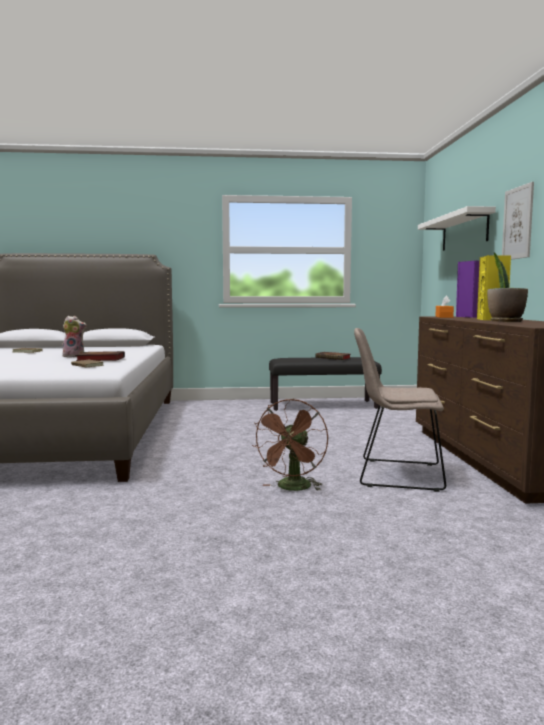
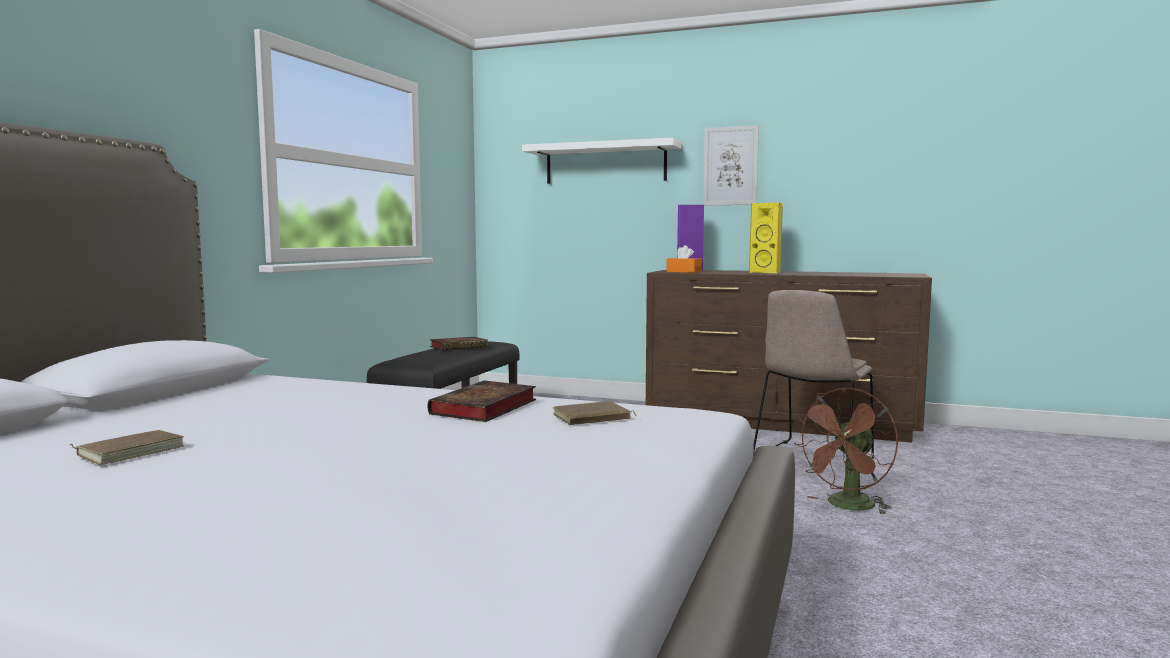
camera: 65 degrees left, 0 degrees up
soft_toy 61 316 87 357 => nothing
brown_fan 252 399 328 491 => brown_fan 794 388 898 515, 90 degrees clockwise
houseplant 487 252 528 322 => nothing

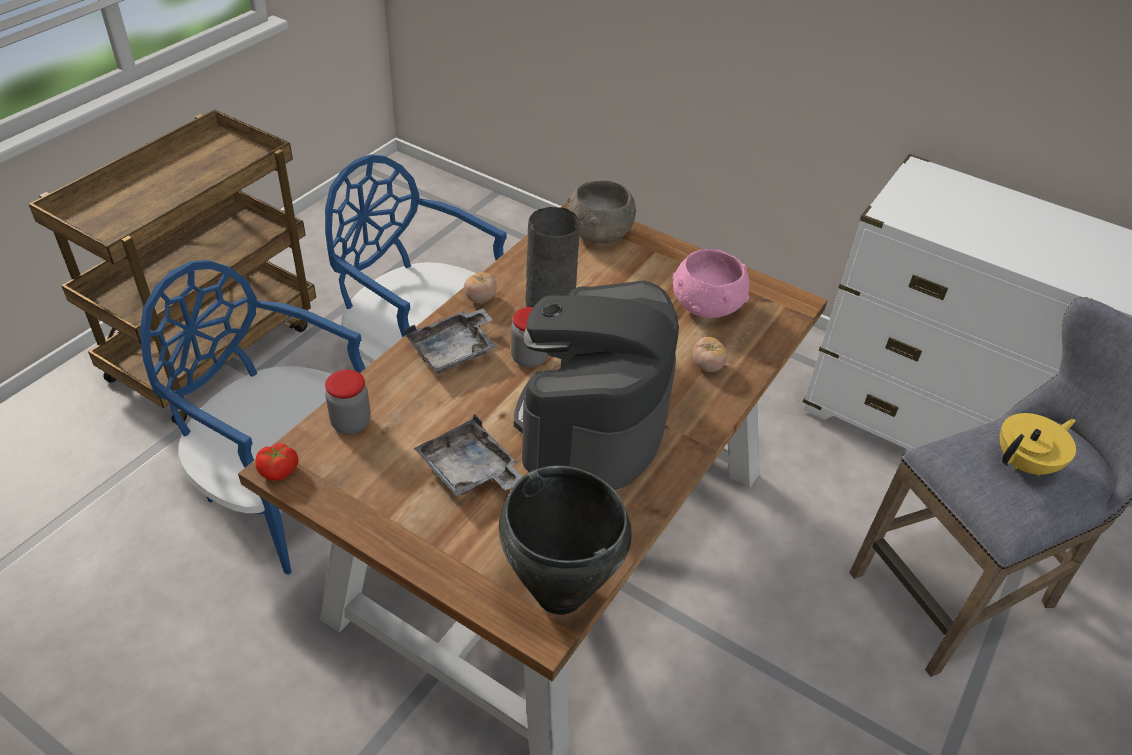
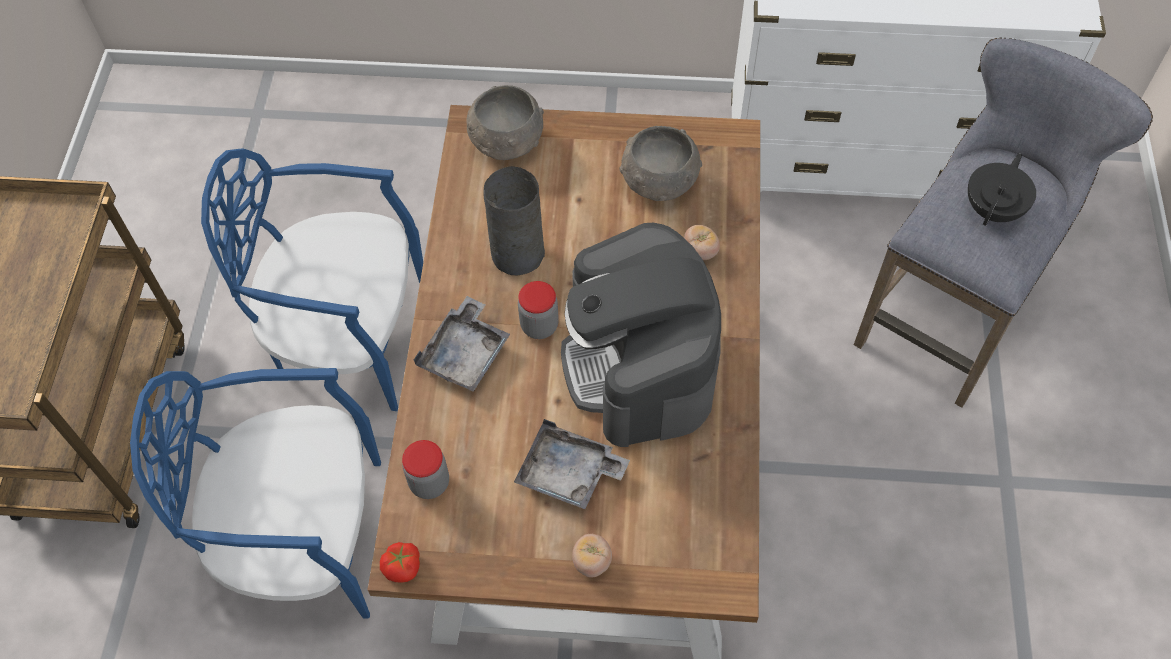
camera: 25 degrees left, 15 degrees up
whole_tomato 464 272 497 303 => whole_tomato 572 534 612 577, moved
black-coloured_stockpot 499 466 632 615 => nothing
pink_deep_dish 673 249 749 318 => greyish_deep_dish 619 126 702 201
yellow-coloured_tea_pot 1000 413 1076 476 => black-coloured_tea_pot 968 153 1036 226

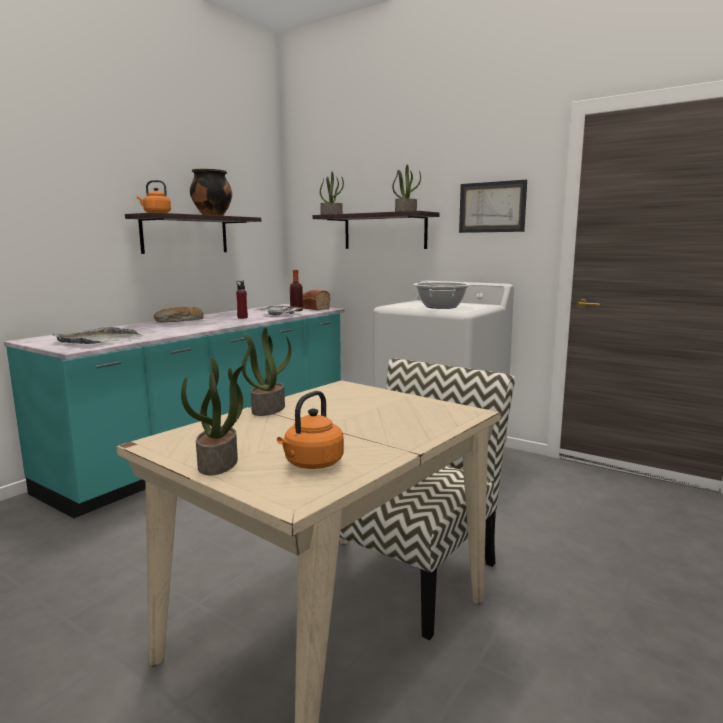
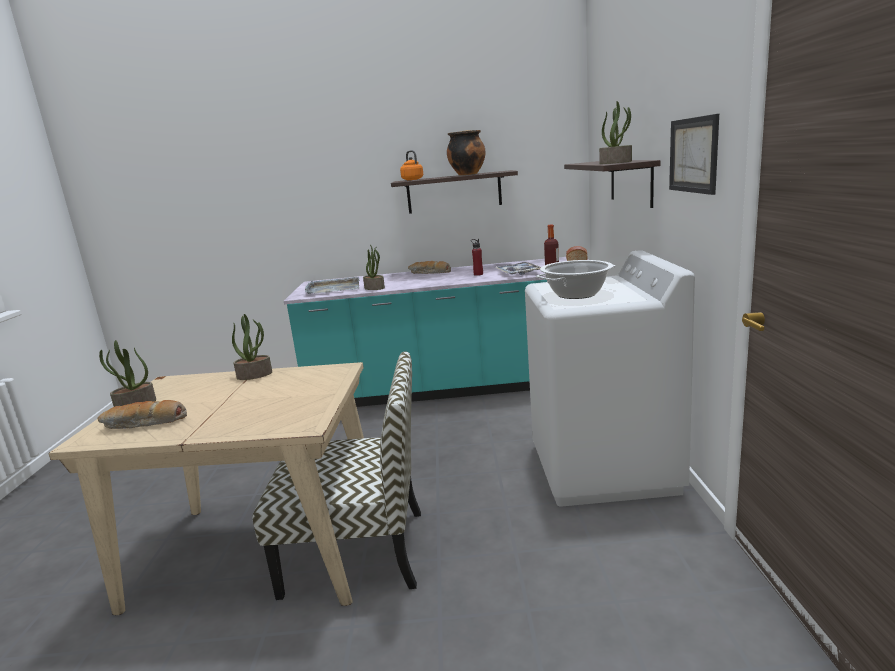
camera: 55 degrees right, 5 degrees up
orange-coloured_water_kettle 277 391 344 469 => bread 97 400 187 429
houseplant 320 172 344 215 => houseplant 363 244 385 290, moved

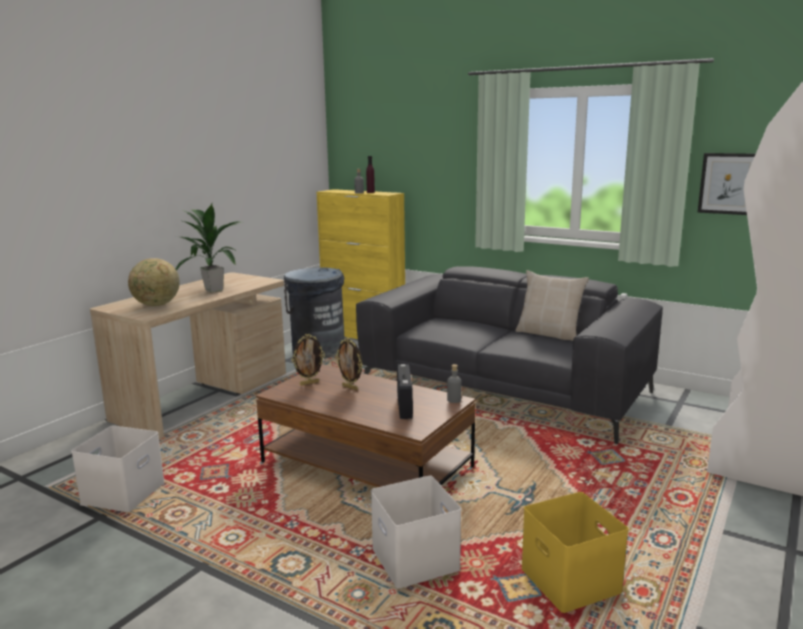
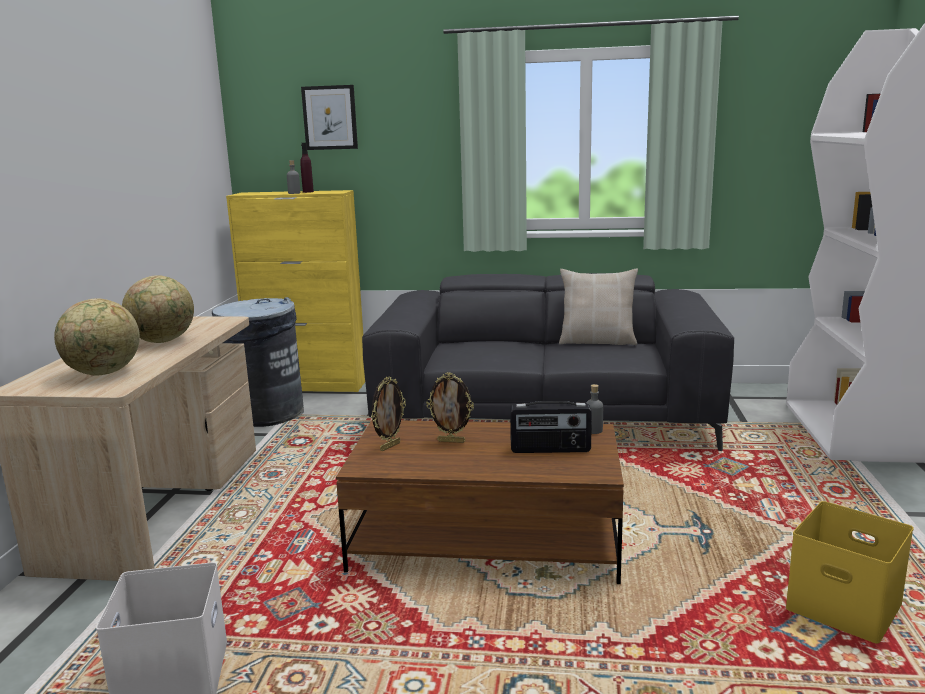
camera: 25 degrees left, 0 degrees up
houseplant 176 204 241 292 => globe 122 275 194 343
whitish_storage_bin 371 476 461 588 => nothing
radio 397 364 413 419 => radio 510 401 592 453, 120 degrees clockwise
picture 698 153 755 215 => picture 301 85 358 150, moved

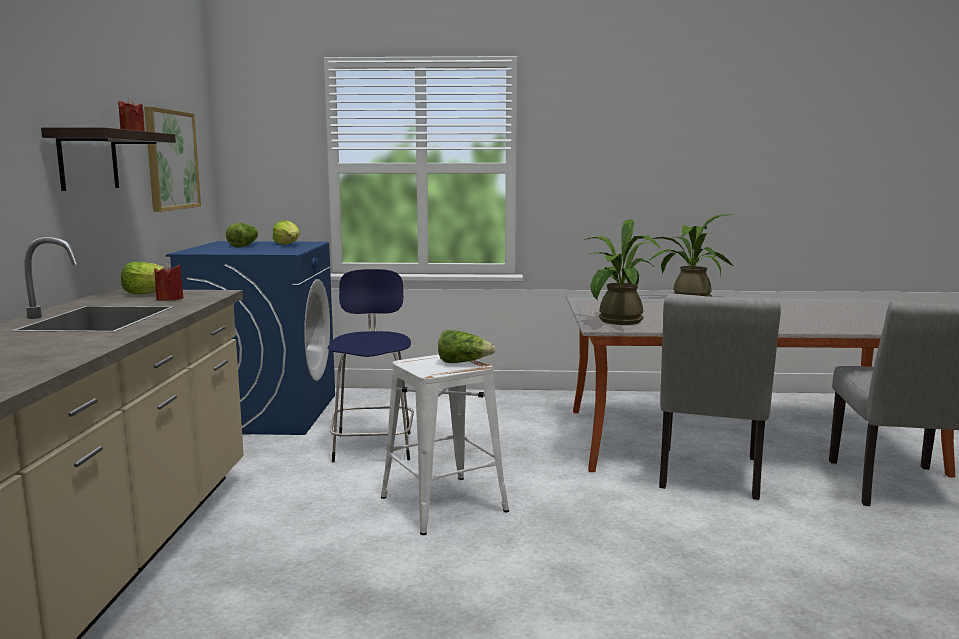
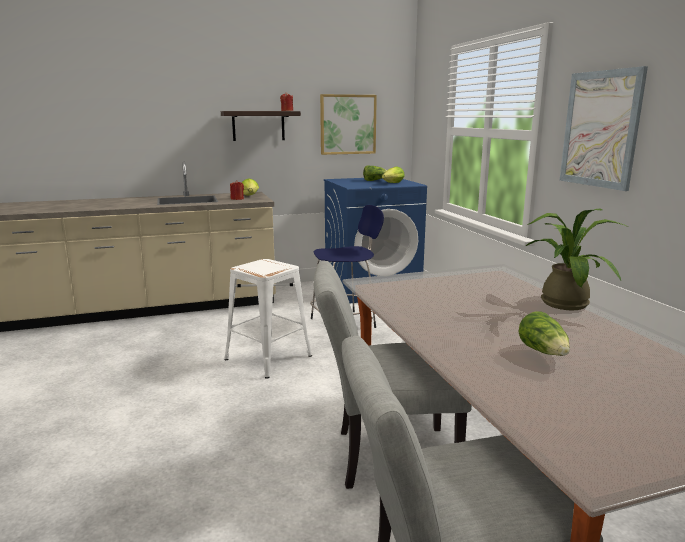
camera: 70 degrees right, 5 degrees up
head_of_lettuce 438 330 496 363 => head_of_lettuce 518 311 570 356, moved
houseplant 584 219 660 325 => nothing
nothing => picture 560 66 648 191

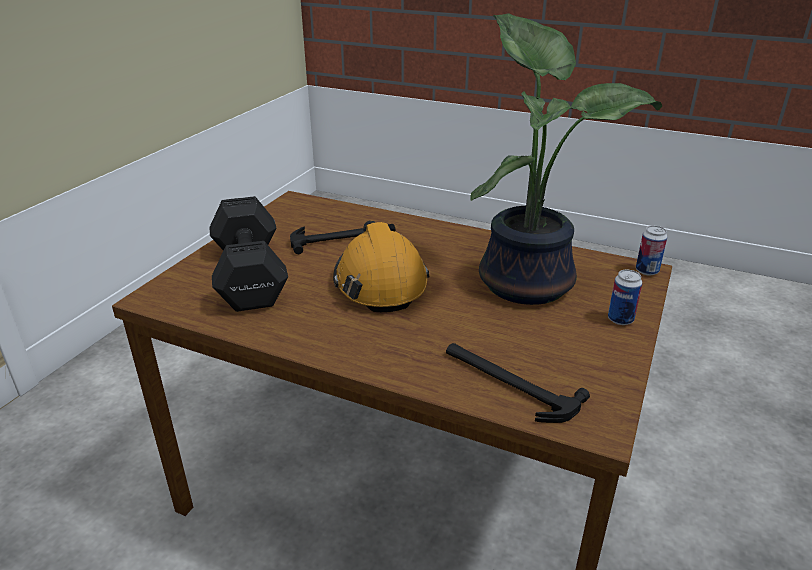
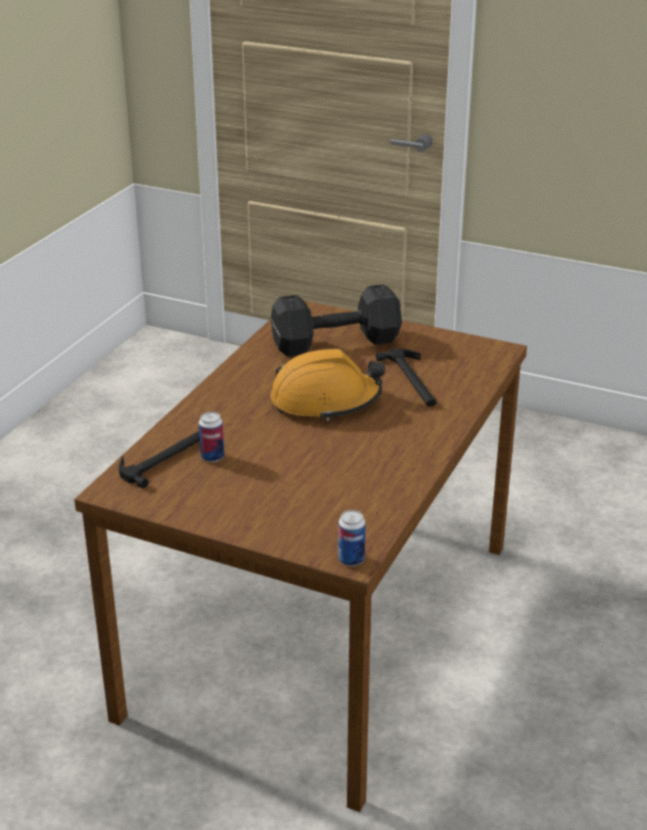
camera: 90 degrees right, 0 degrees up
houseplant 470 13 662 305 => nothing
can 608 270 642 325 => can 199 412 224 462, moved

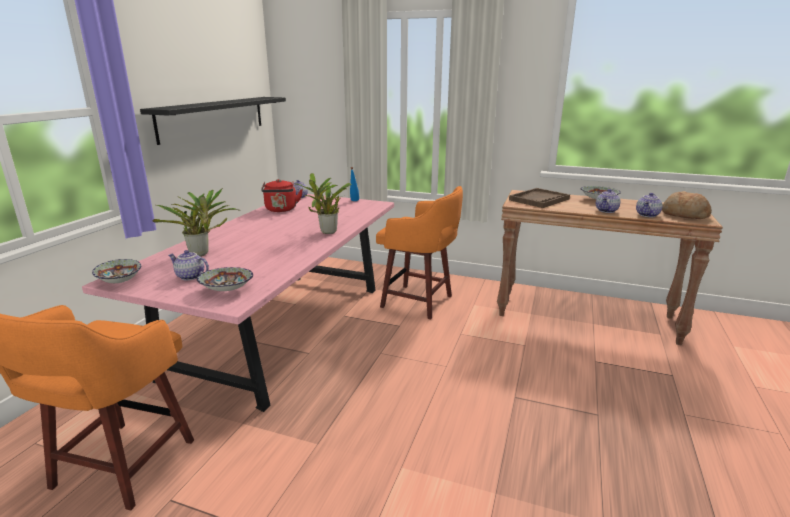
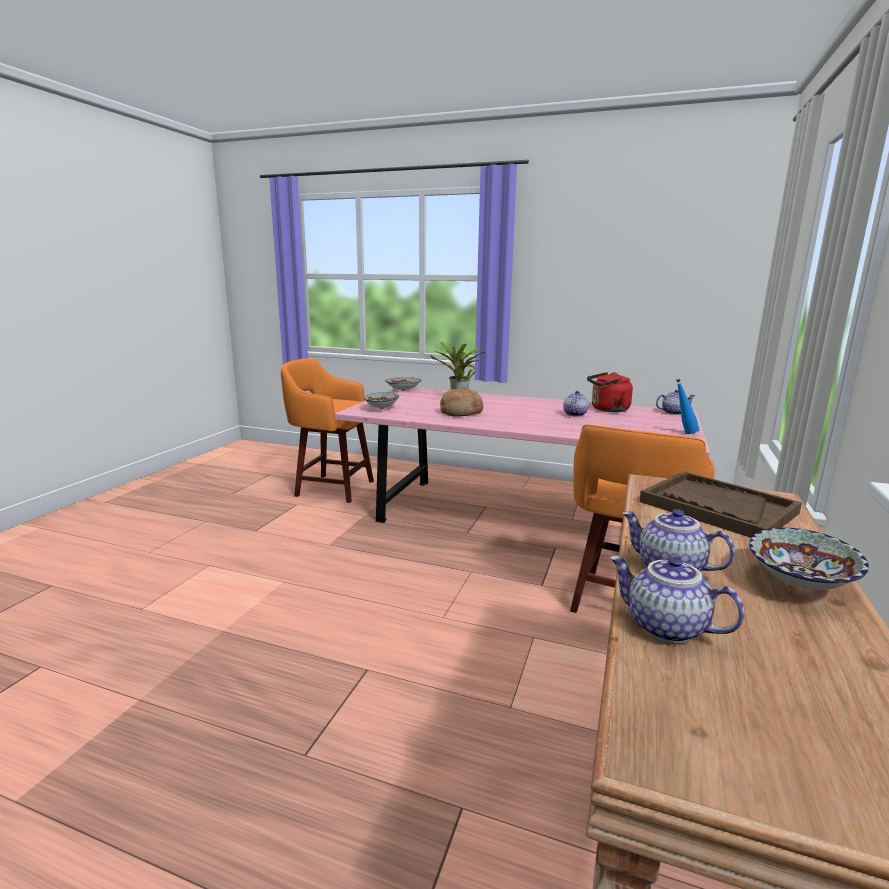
camera: 90 degrees right, 5 degrees down
black-coloured_wall_shelf 140 97 286 145 => nothing
tea_pot 169 250 209 280 => tea_pot 563 391 589 416, moved
houseplant 295 173 352 234 => nothing
bread 662 191 712 219 => bread 440 388 483 417, moved

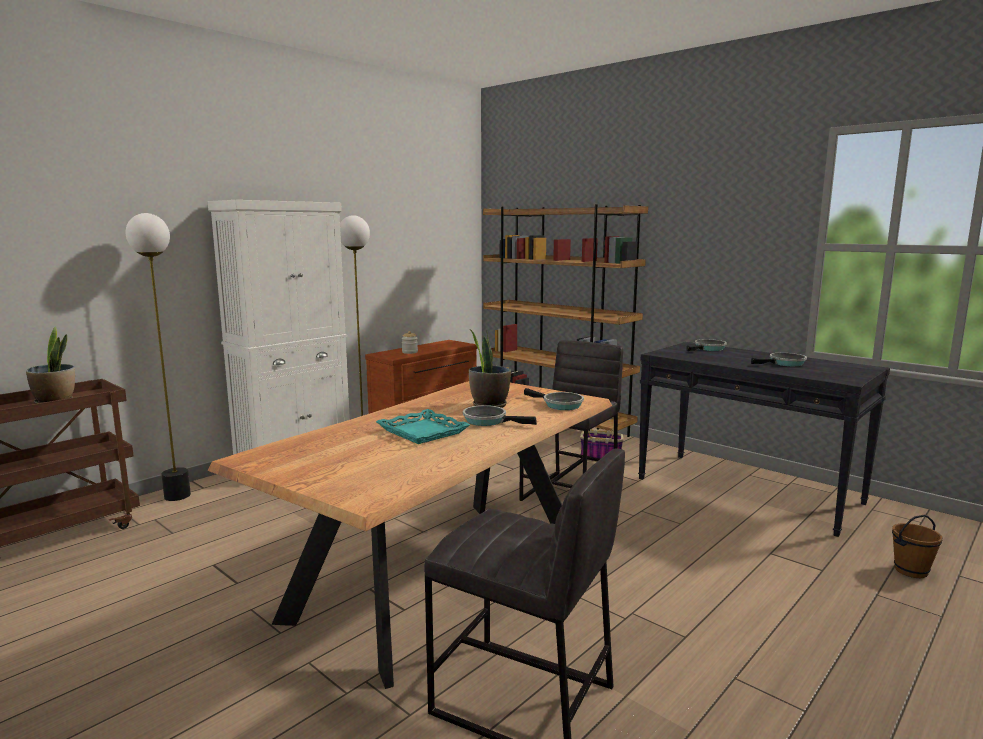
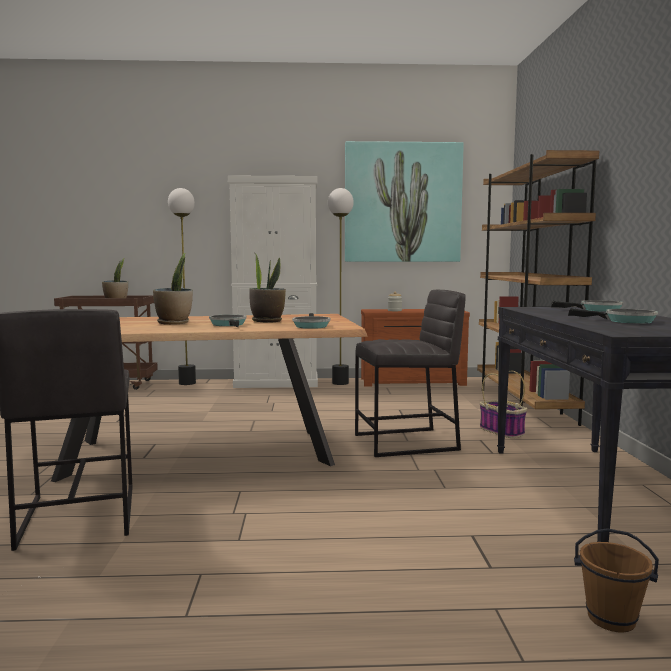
camera: 45 degrees right, 5 degrees down
blue-green_tray 376 409 471 444 => houseplant 153 253 193 325
nothing => picture 345 141 464 262

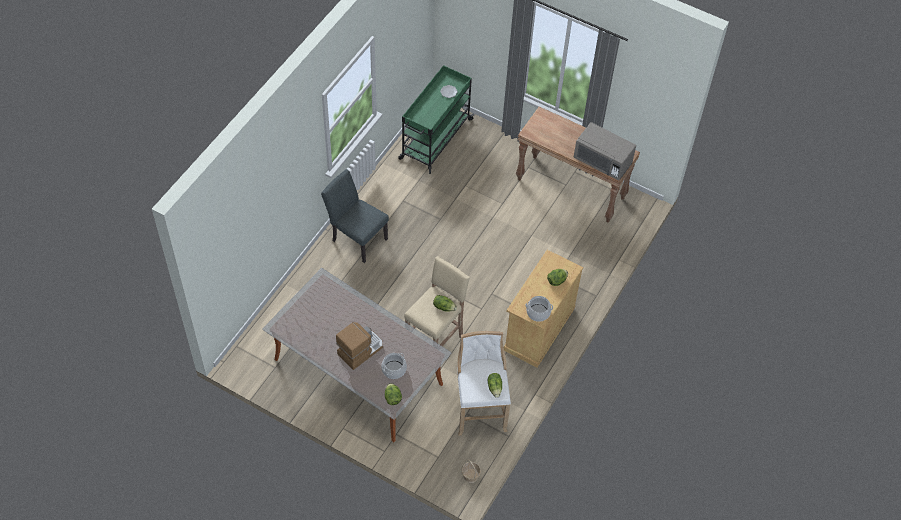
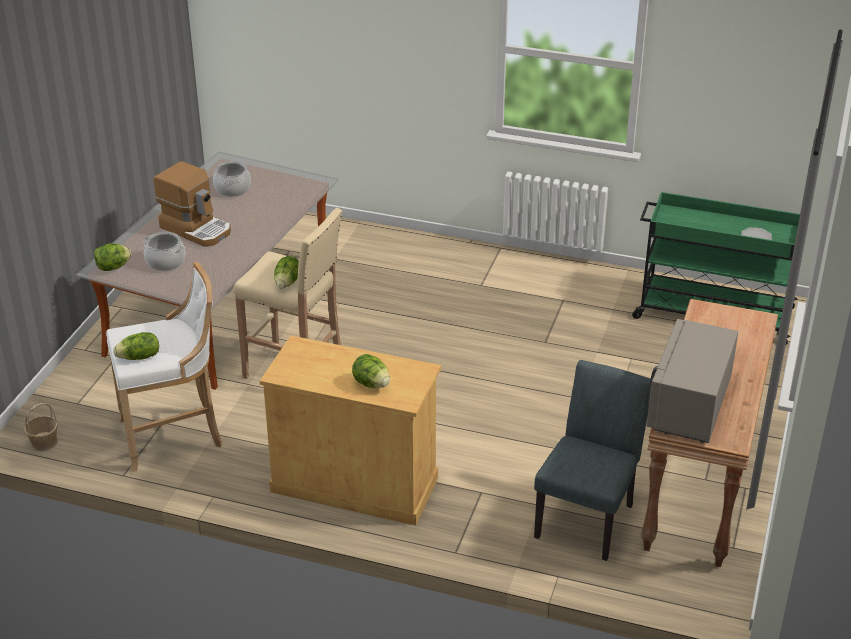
camera: 80 degrees right, 20 degrees down
greyish_chair 321 169 389 263 => greyish_chair 534 360 650 561, moved
stockpot 525 296 553 322 => stockpot 213 161 251 197, moved

